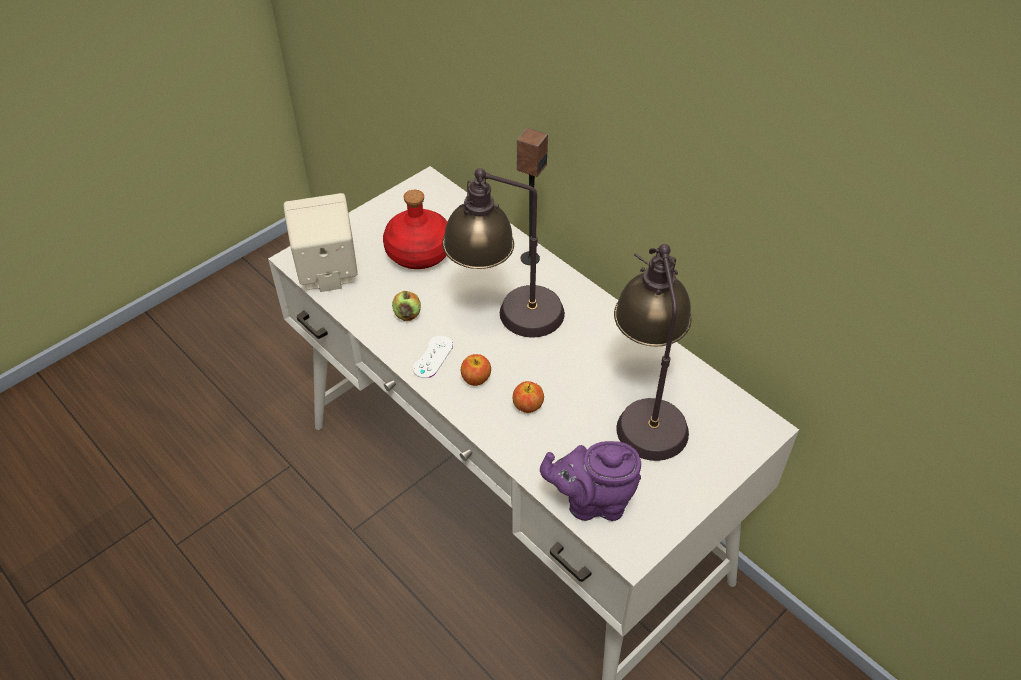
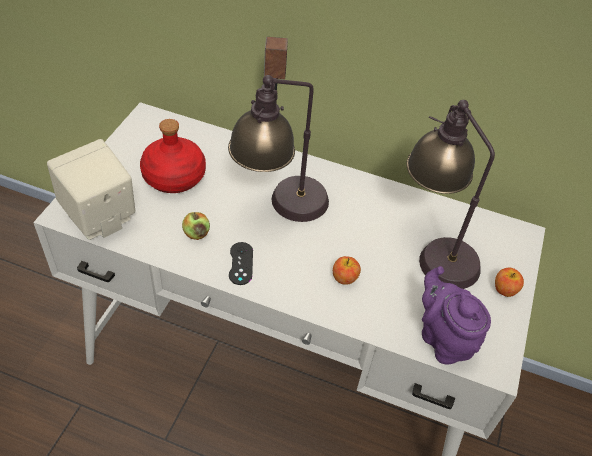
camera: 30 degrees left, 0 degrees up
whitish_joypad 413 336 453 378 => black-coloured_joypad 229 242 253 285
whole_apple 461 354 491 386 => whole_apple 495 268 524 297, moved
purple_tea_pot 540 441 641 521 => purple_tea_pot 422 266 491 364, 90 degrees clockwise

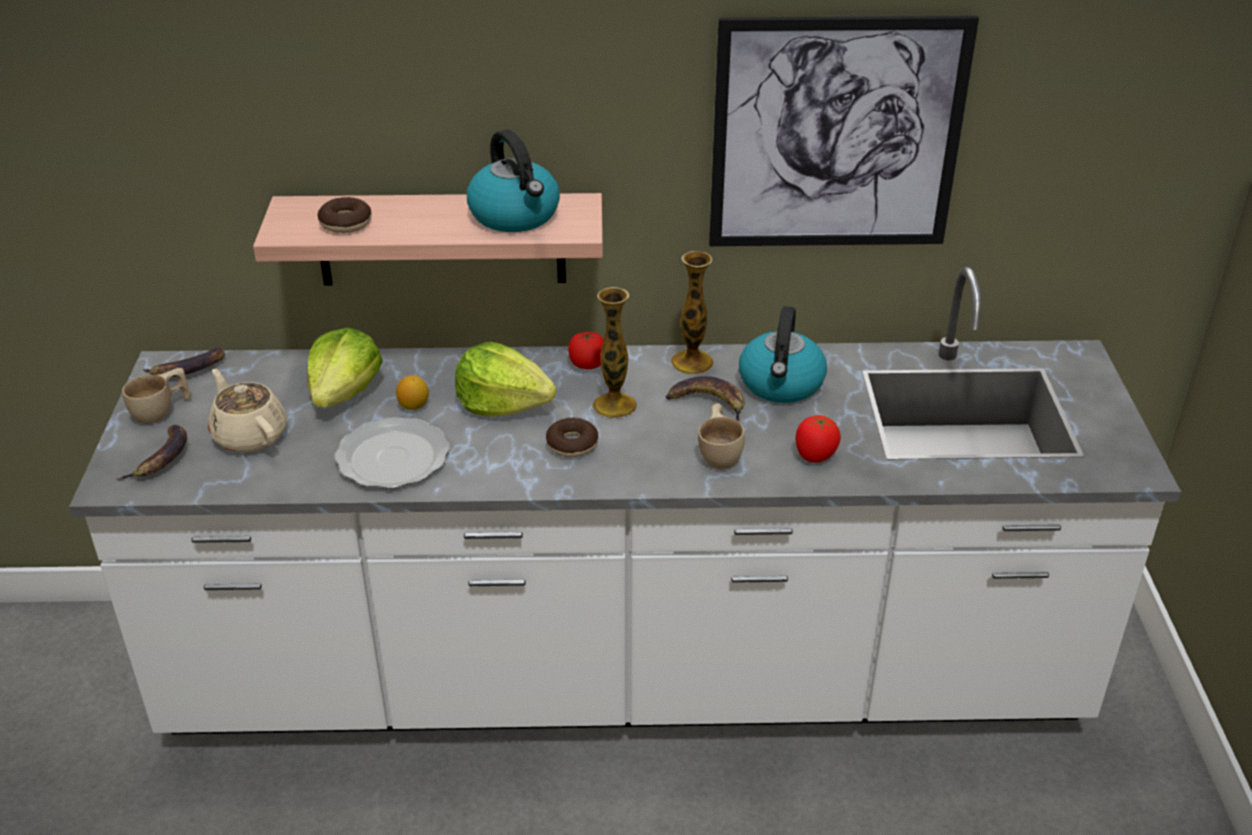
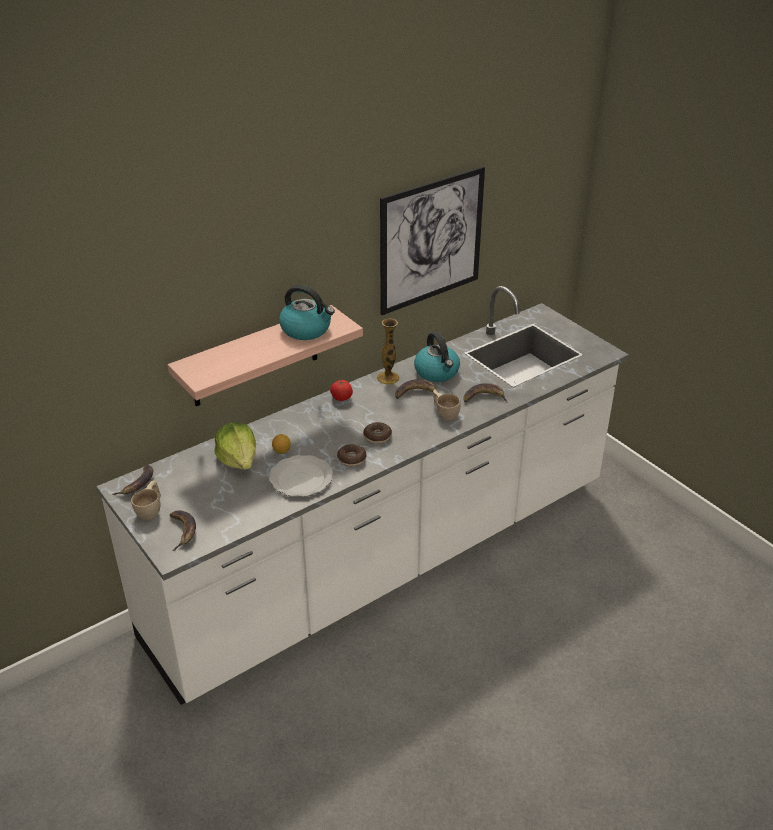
camera: 35 degrees left, 0 degrees up
beige-coloured_tea_pot 208 369 287 452 => nothing
donut 317 197 372 233 => donut 337 444 367 467, moved
head_of_lettuce 455 342 557 417 => nothing
flower_vase 592 287 637 419 => nothing
whole_tomato 795 415 841 463 => banana_fruit 463 383 508 403

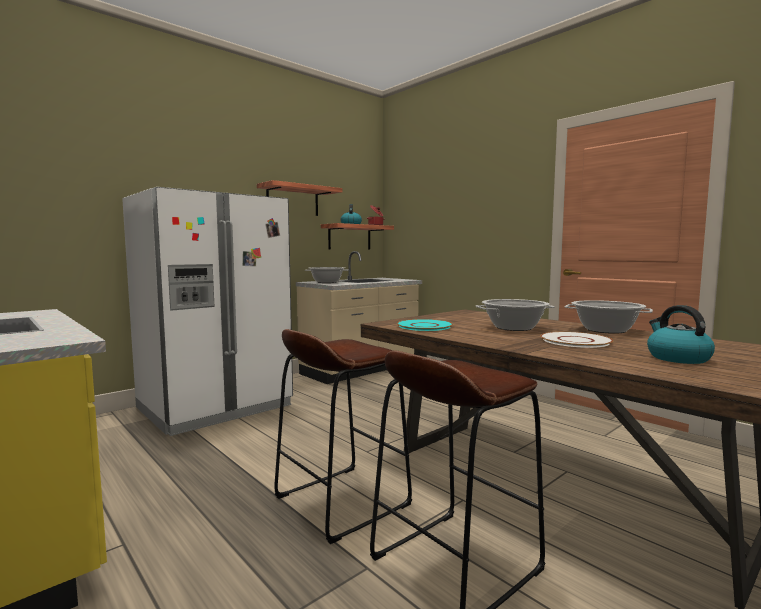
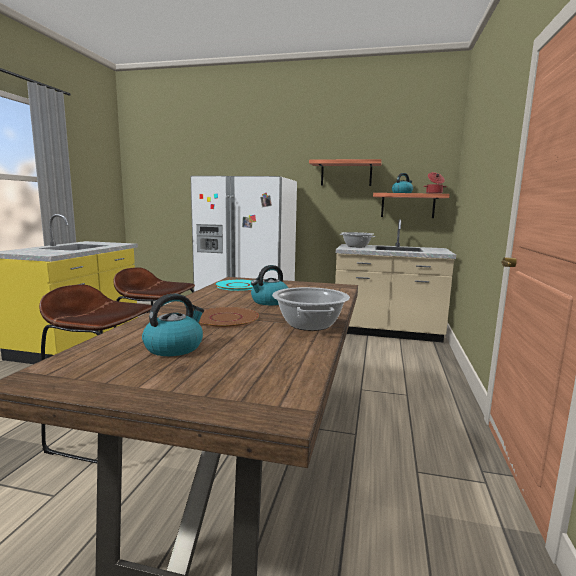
camera: 55 degrees right, 5 degrees up
stockpot 476 299 555 331 => water_kettle 251 265 288 305
whitish_dinner_plate 540 332 613 348 => brown_dinner_plate 199 307 259 328

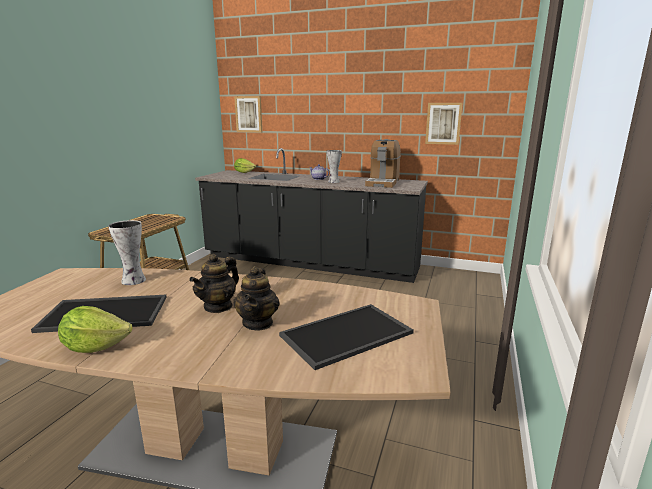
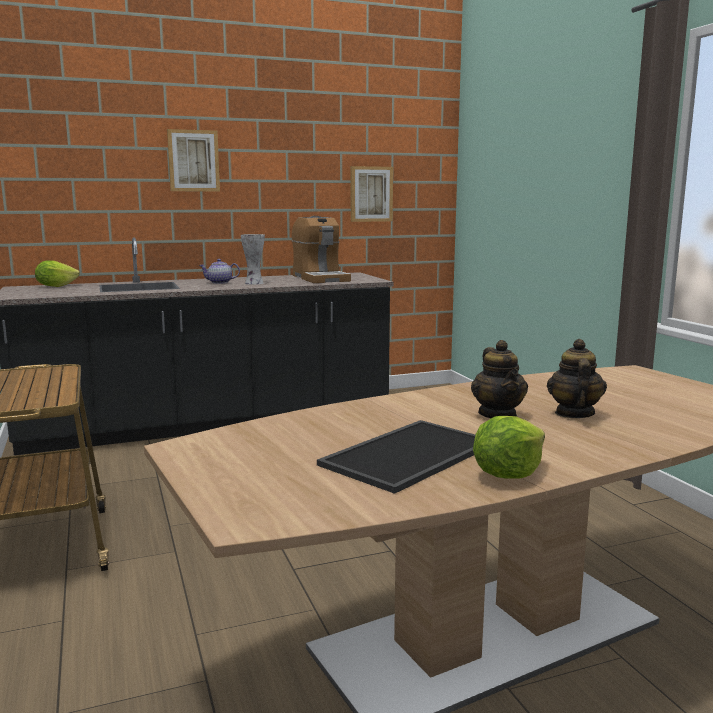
camera: 40 degrees left, 5 degrees down
flower_vase 108 220 146 285 => nothing
tea_pot 233 266 280 330 => tea_pot 547 339 607 418, 135 degrees counterclockwise
picture 234 96 262 132 => picture 167 129 220 191, moved
tray 279 304 414 370 => nothing

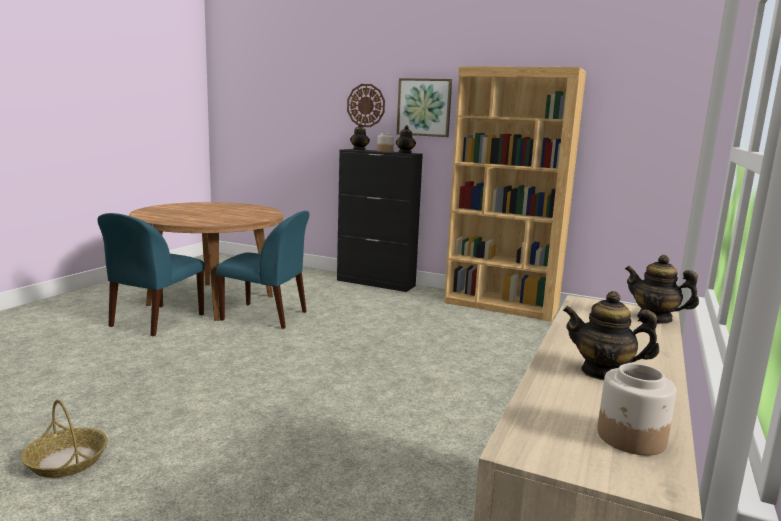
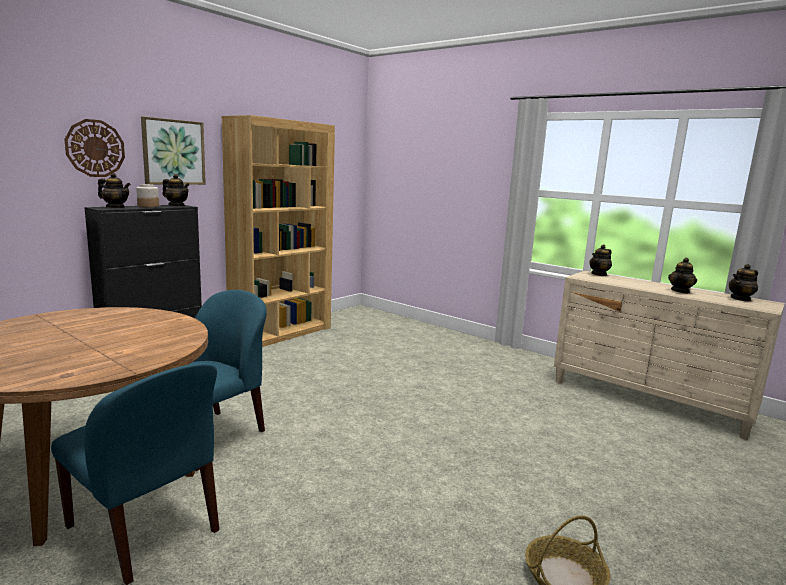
camera: 75 degrees left, 0 degrees up
preserve_jar 597 363 676 456 => tea_pot 729 264 758 301

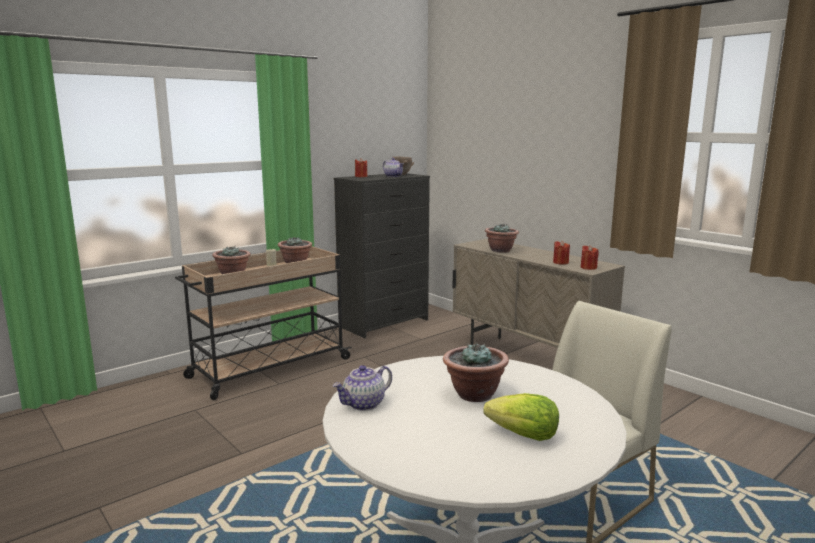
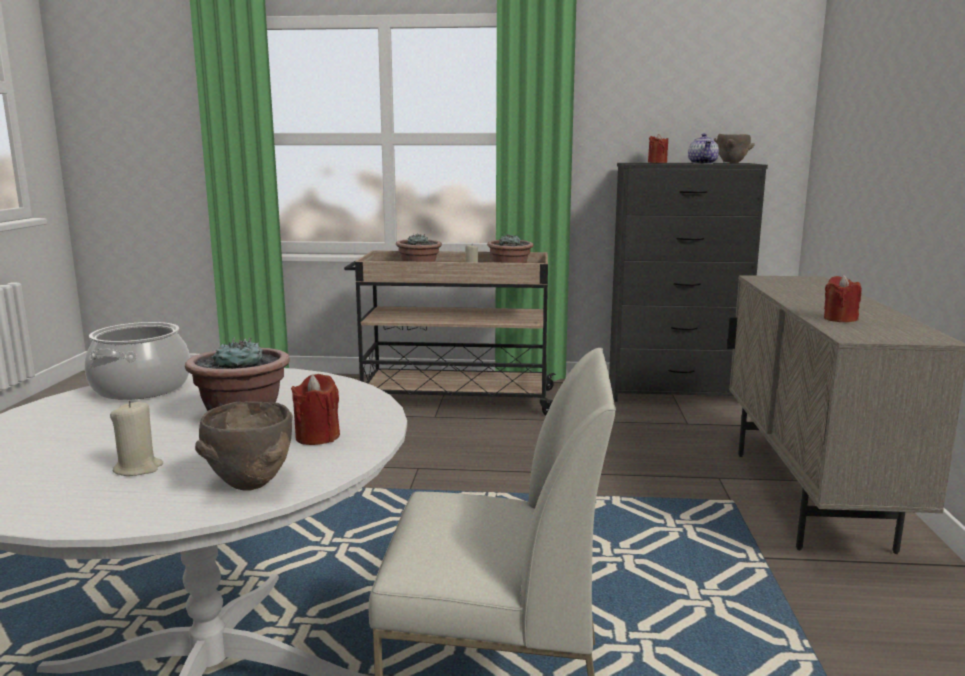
camera: 45 degrees right, 0 degrees up
tea_pot 333 365 392 411 => stockpot 84 322 190 400
head_of_lettuce 483 393 559 441 => beige-coloured_wax_light 110 400 163 476
houseplant 485 223 519 253 => nothing
red-coloured_wax_light 581 245 599 270 => red-coloured_wax_light 291 374 340 445, moved
nothing => brown_deep_dish 195 401 293 491

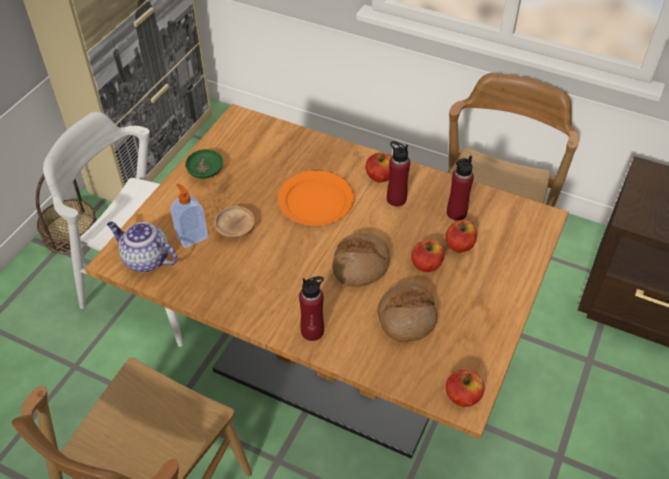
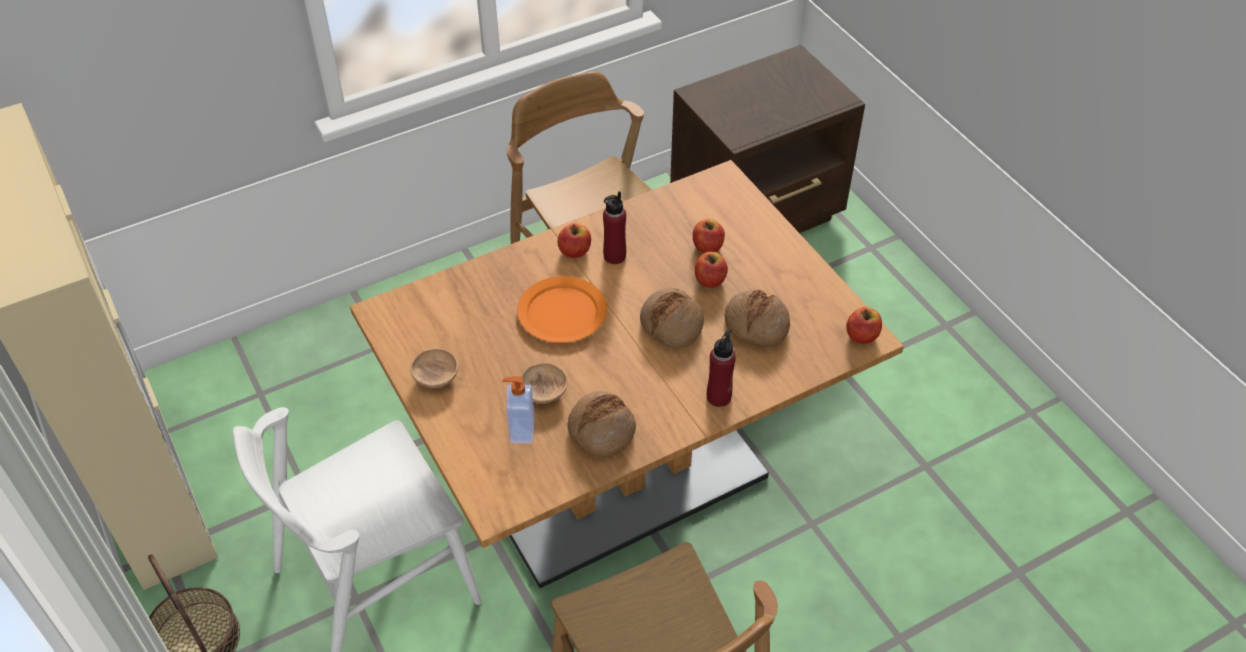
camera: 55 degrees left, 0 degrees up
tea_pot 107 221 177 273 => nothing
green_deep_dish 185 149 223 179 => brown_deep_dish 410 348 458 388
red-coloured_drink_bottle 447 155 474 221 => nothing
nothing => bread 568 391 636 458

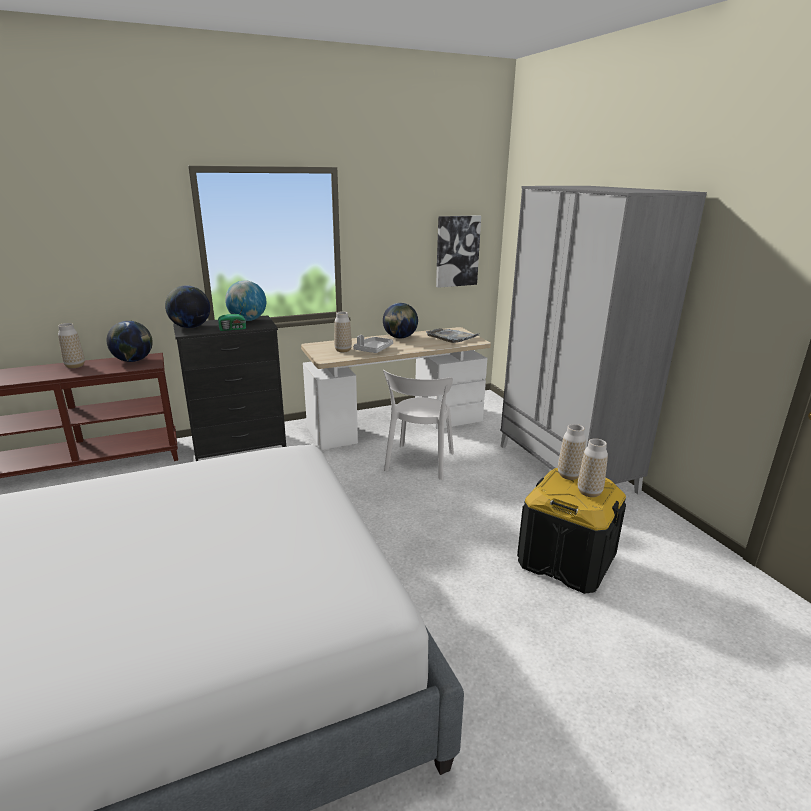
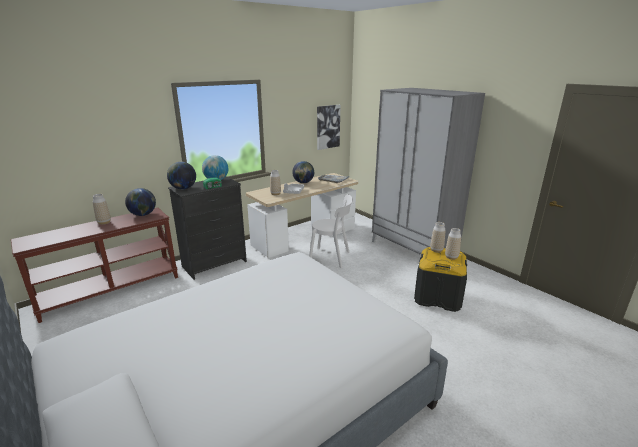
camera: 15 degrees left, 0 degrees up
whitish_chair 383 370 454 480 => whitish_chair 309 194 353 268, 75 degrees counterclockwise

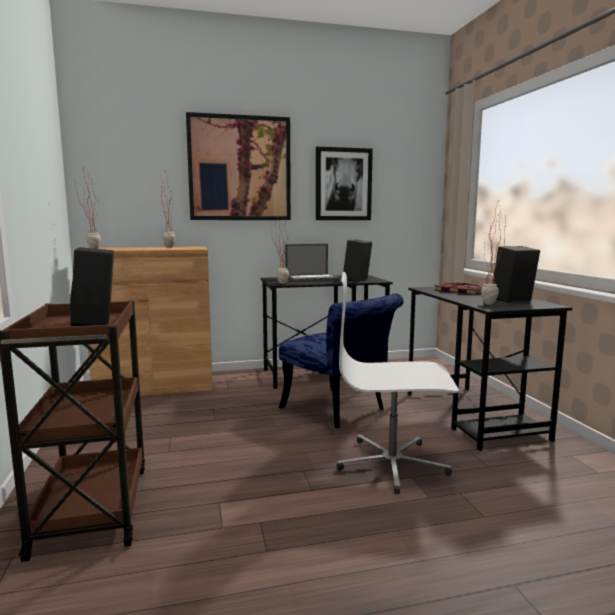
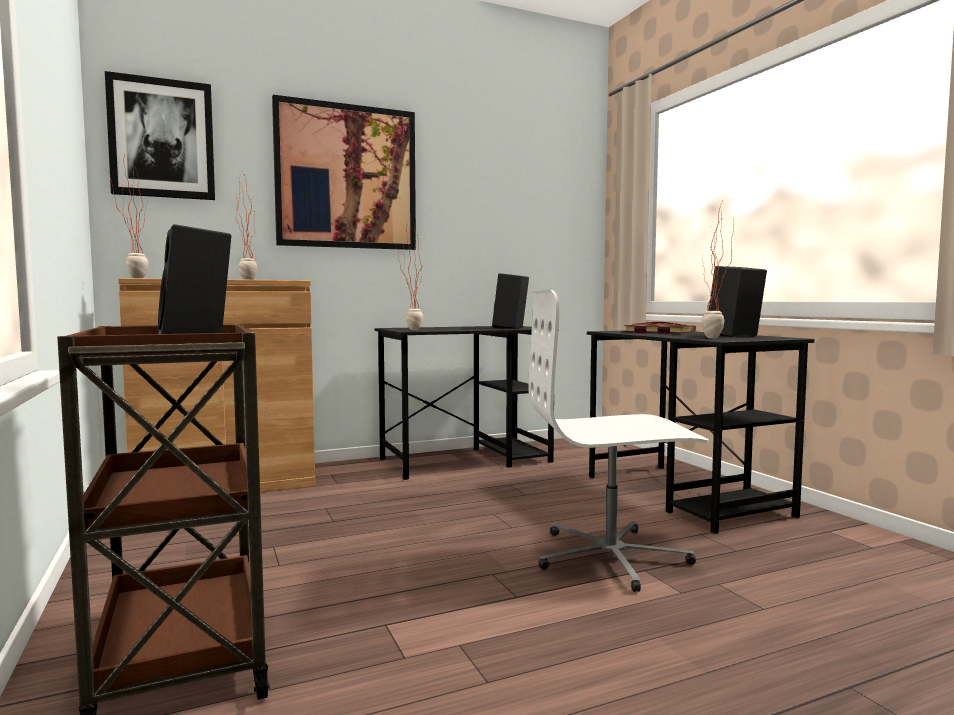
camera: 10 degrees left, 5 degrees down
bluish_chair 279 294 404 428 => nothing
portable_computer 285 244 340 282 => nothing
picture 316 147 373 220 => picture 105 71 215 200, moved

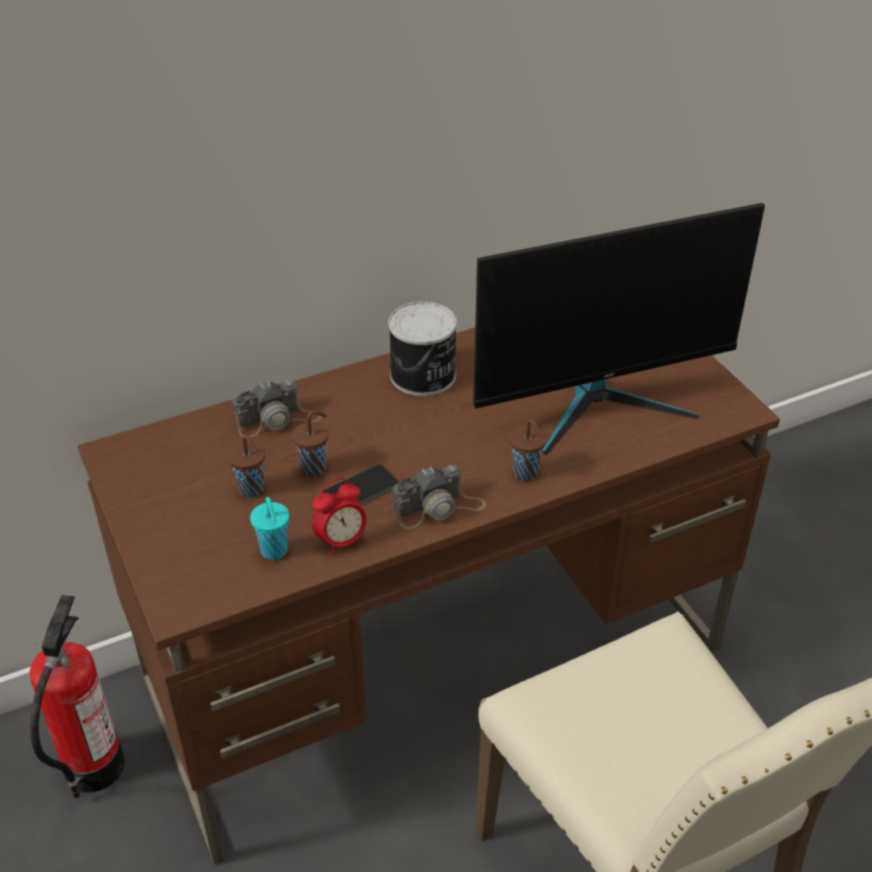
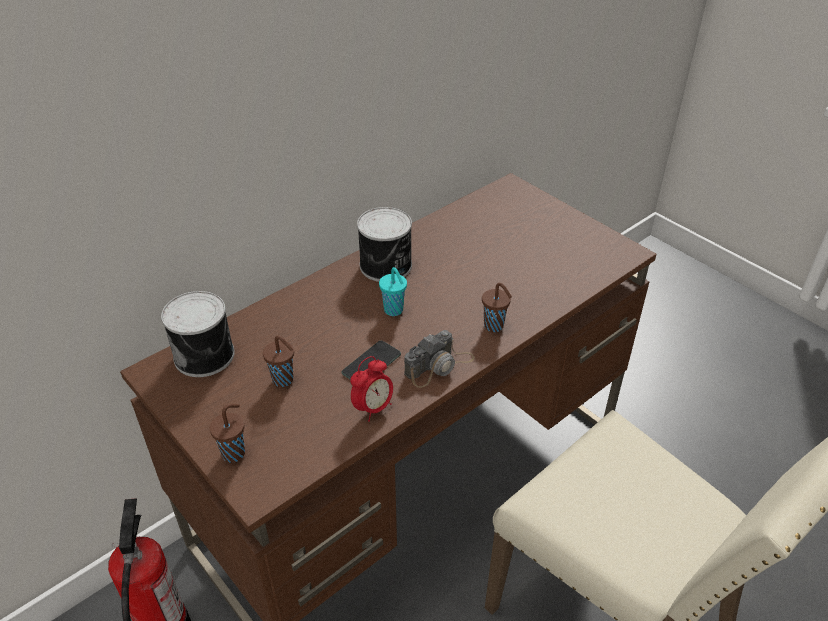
camera: 15 degrees left, 0 degrees up
still_camera 232 380 322 437 => nothing
blue-green_drinking_cup 250 497 289 560 => blue-green_drinking_cup 379 267 407 316, moved
brown_drinking_cup 292 410 328 477 => brown_drinking_cup 209 404 245 463, moved
monitor 473 203 765 455 => nothing
nothing => can 161 291 235 377

